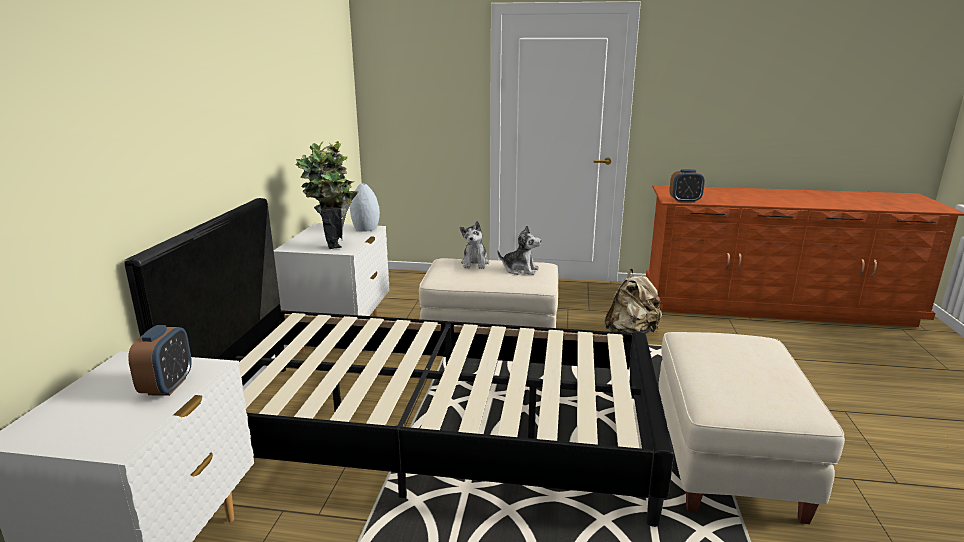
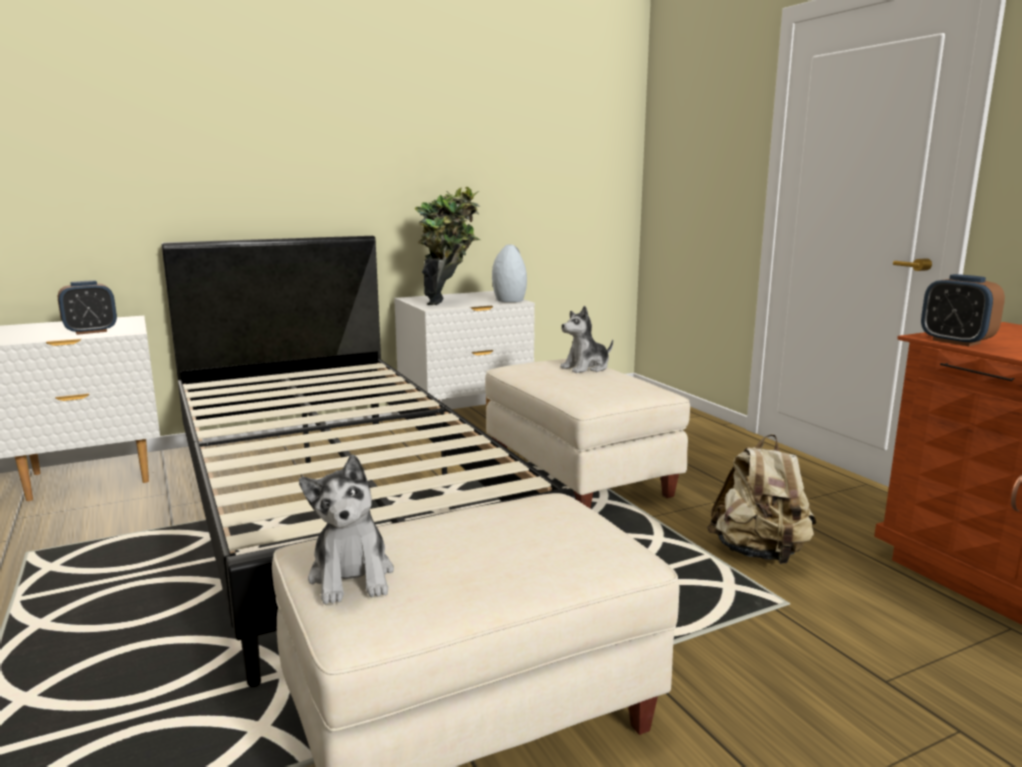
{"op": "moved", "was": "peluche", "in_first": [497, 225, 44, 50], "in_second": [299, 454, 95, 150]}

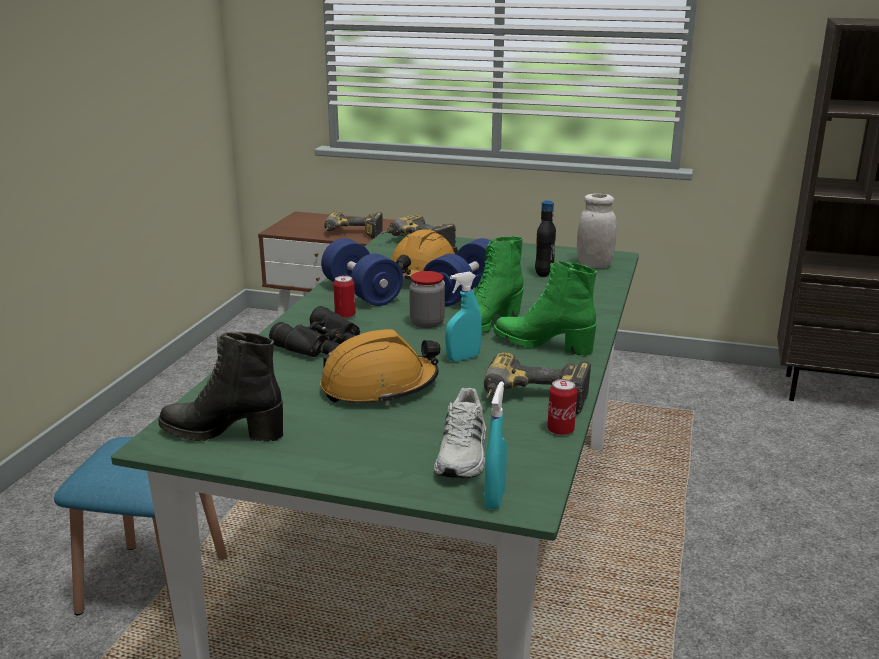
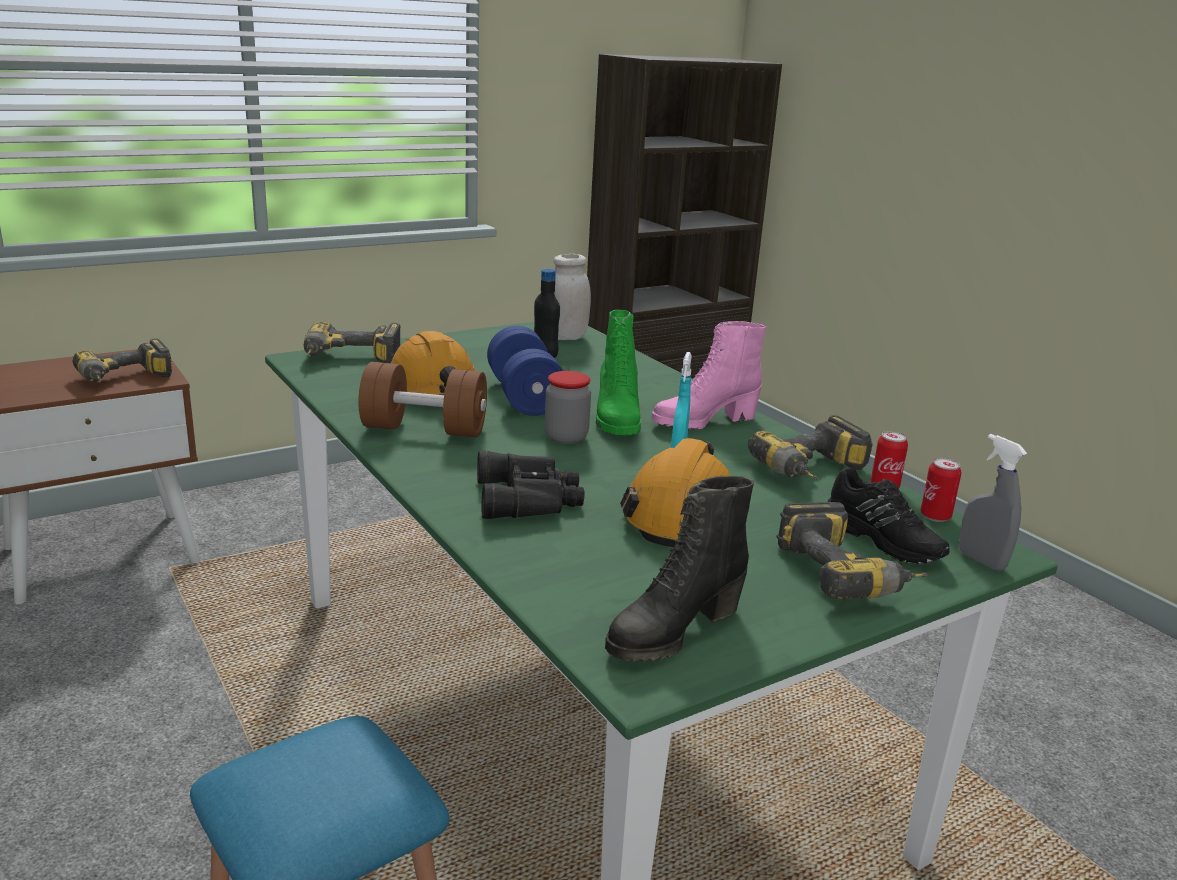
{"op": "recoloured", "was": "haltère [bleu]", "now": "haltère [marron]", "in_first": [321, 238, 82, 68], "in_second": [358, 362, 129, 76]}
{"op": "recoloured", "was": "botte [vert]", "now": "botte [rose]", "in_first": [493, 261, 104, 95], "in_second": [652, 321, 114, 109]}
{"op": "added", "now": "perceuse", "in_second": [776, 502, 153, 98]}
{"op": "recoloured", "was": "chaussure [blanc]", "now": "chaussure [noir]", "in_first": [434, 388, 52, 90], "in_second": [827, 467, 123, 98]}
{"op": "moved", "was": "boîte métallique", "in_first": [333, 275, 23, 44], "in_second": [920, 458, 41, 64]}
{"op": "recoloured", "was": "vaporisateur [turquoise]", "now": "vaporisateur [gris]", "in_first": [484, 381, 23, 129], "in_second": [959, 434, 68, 137]}

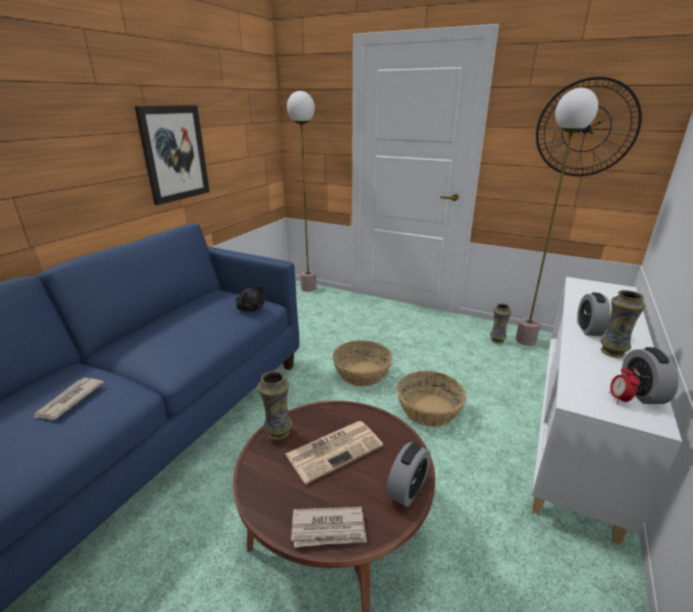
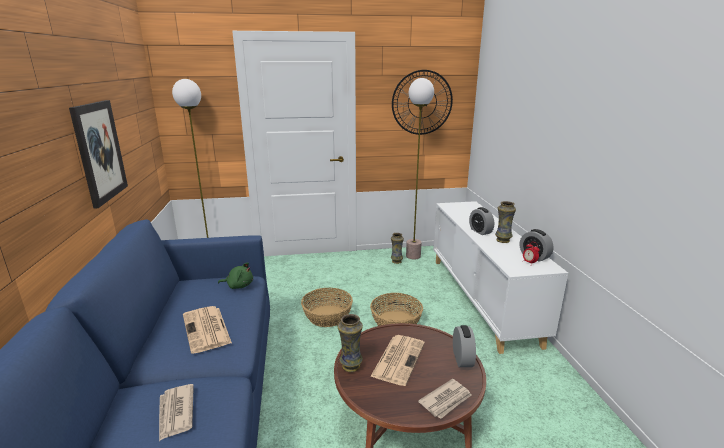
{"op": "added", "now": "journal", "in_second": [183, 306, 49, 48]}
{"op": "recoloured", "was": "peluche [noir]", "now": "peluche [vert]", "in_first": [236, 287, 29, 24], "in_second": [218, 262, 35, 27]}

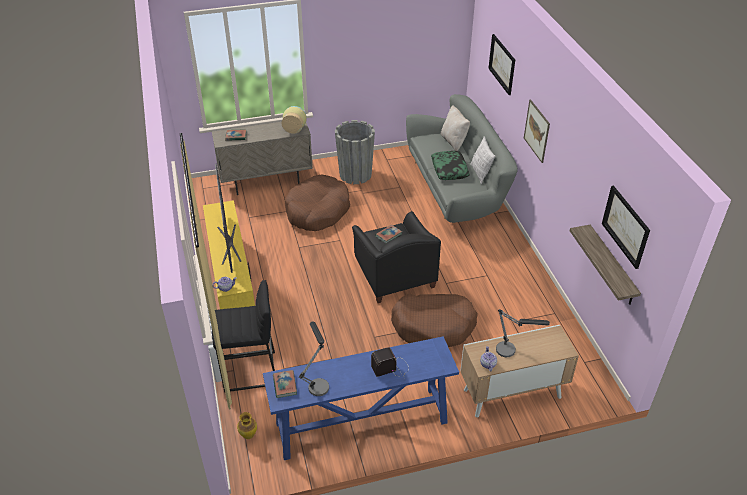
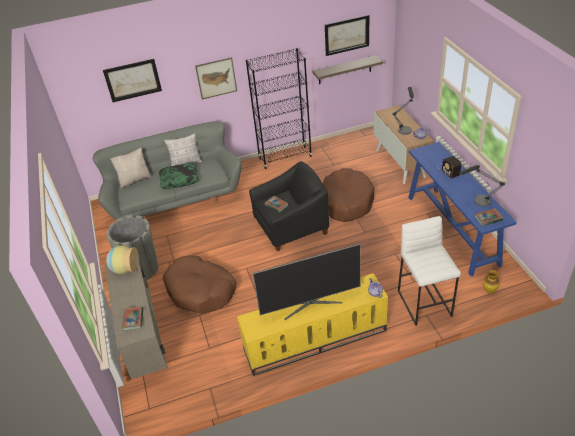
{"op": "added", "now": "bibliothèque [noir]", "in_second": [246, 48, 66, 121]}
{"op": "recoloured", "was": "tabouret [noir]", "now": "tabouret [blanc]", "in_first": [212, 280, 63, 112], "in_second": [398, 216, 63, 110]}

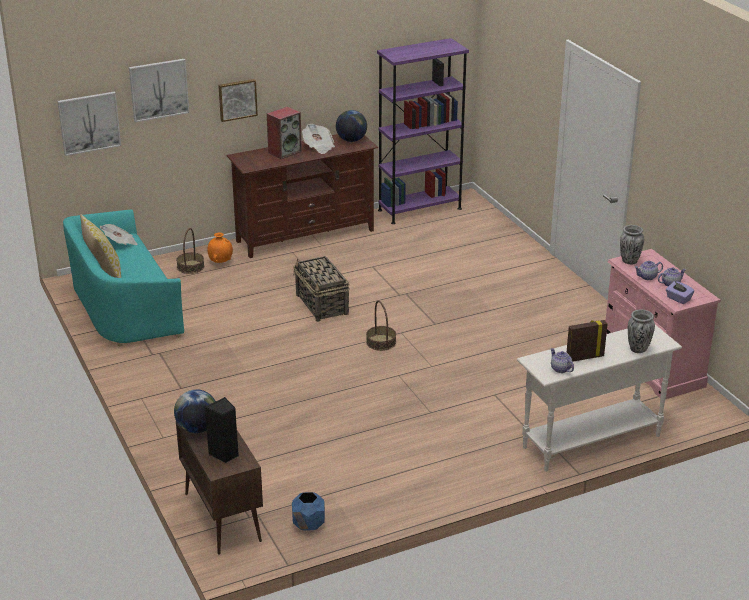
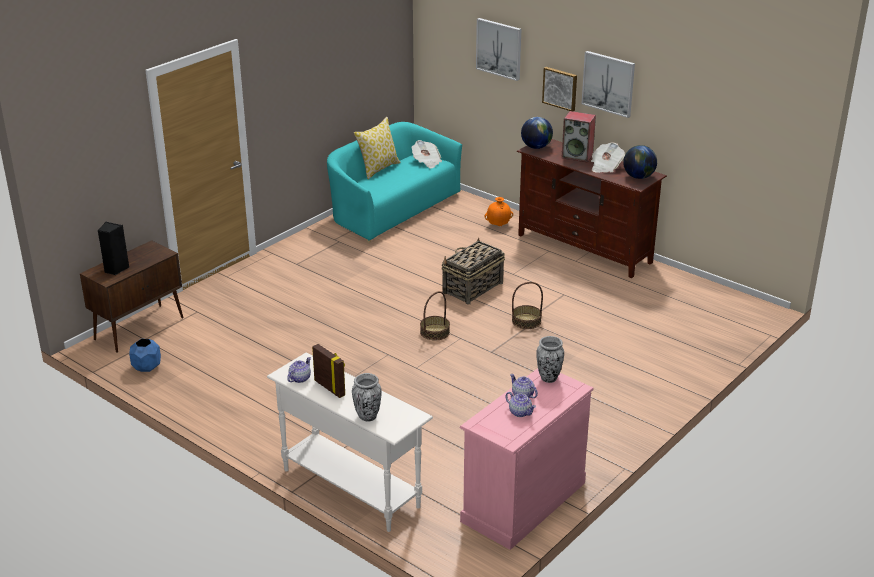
{"op": "moved", "was": "panier", "in_first": [176, 228, 28, 46], "in_second": [512, 282, 31, 47]}
{"op": "moved", "was": "globe", "in_first": [174, 389, 42, 44], "in_second": [521, 117, 32, 32]}
{"op": "moved", "was": "tableau", "in_first": [57, 92, 64, 64], "in_second": [581, 51, 54, 67]}
{"op": "removed", "was": "bibliothèque [violet]", "in_first": [377, 38, 92, 186]}
{"op": "removed", "was": "boîte à mouchoirs [violet]", "in_first": [666, 281, 28, 23]}

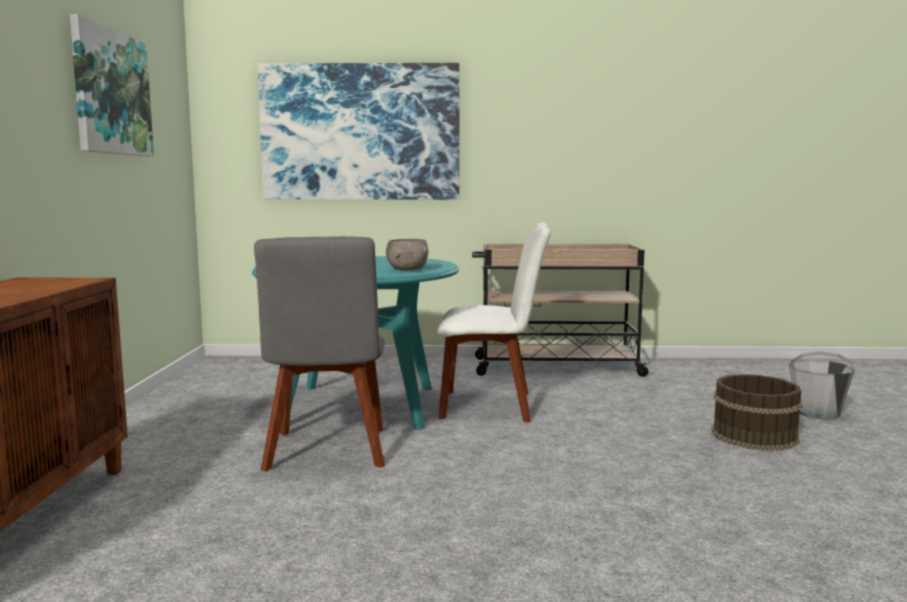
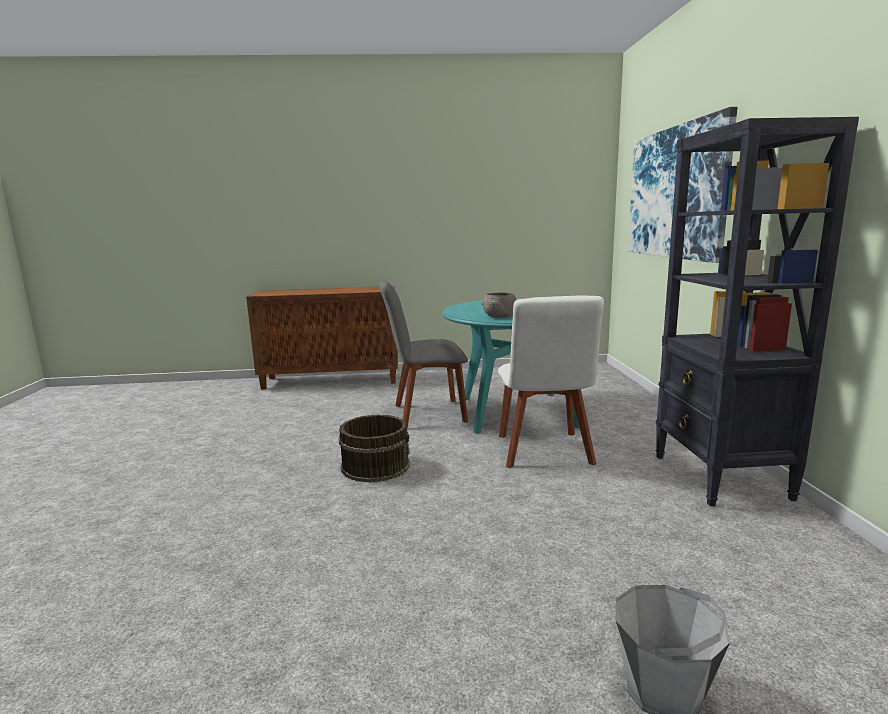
{"op": "moved", "was": "seau [marron]", "in_first": [712, 374, 91, 77], "in_second": [338, 414, 72, 69]}
{"op": "replaced", "was": "chariot [beige]", "now": "bibliothèque [noir]", "in_first": [472, 244, 178, 133], "in_second": [655, 117, 204, 389]}
{"op": "removed", "was": "tableau", "in_first": [70, 14, 84, 142]}

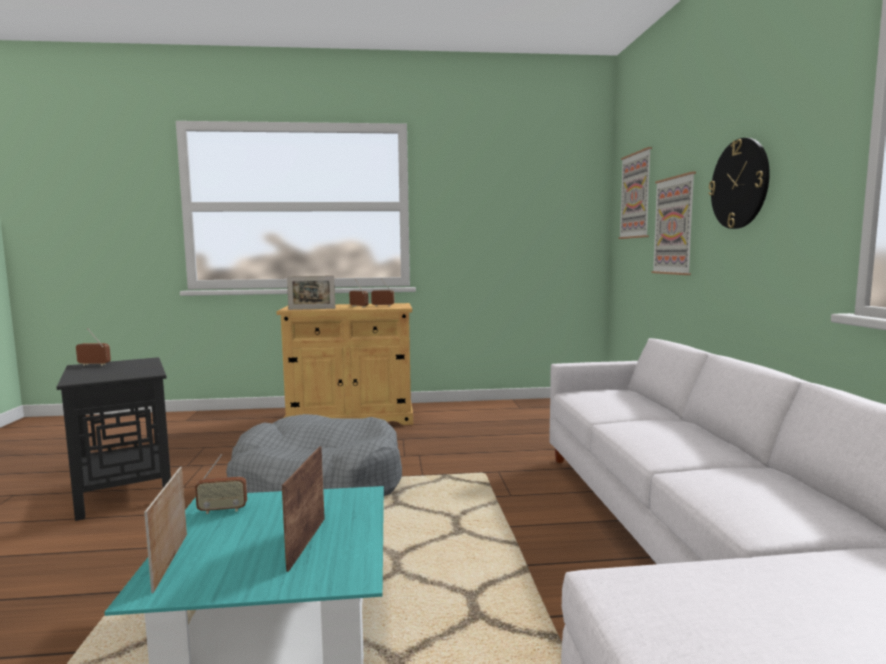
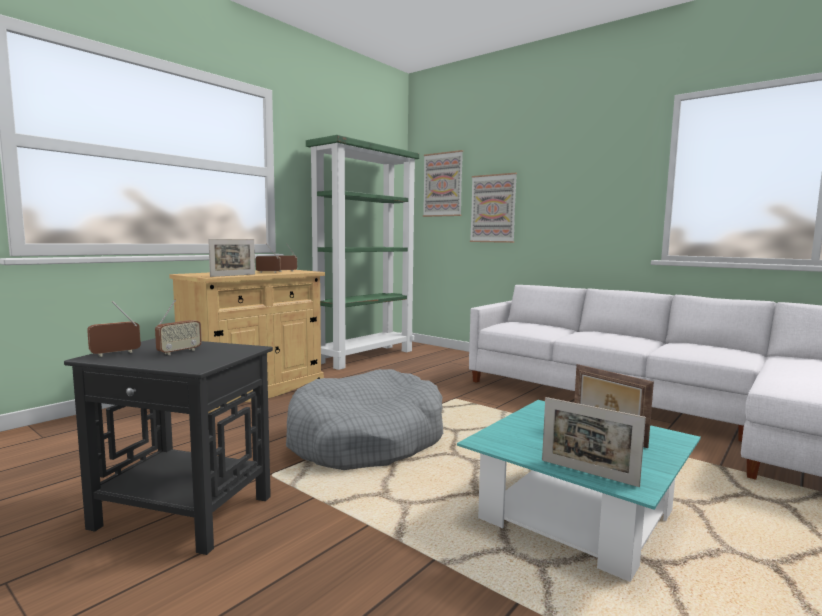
{"op": "moved", "was": "radio", "in_first": [195, 454, 52, 60], "in_second": [155, 300, 47, 55]}
{"op": "added", "now": "bibliothèque [vert]", "in_second": [306, 135, 113, 235]}
{"op": "removed", "was": "horloge murale", "in_first": [709, 138, 61, 91]}

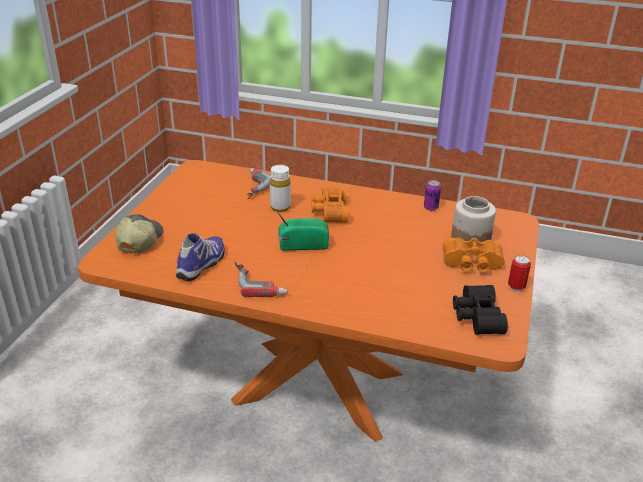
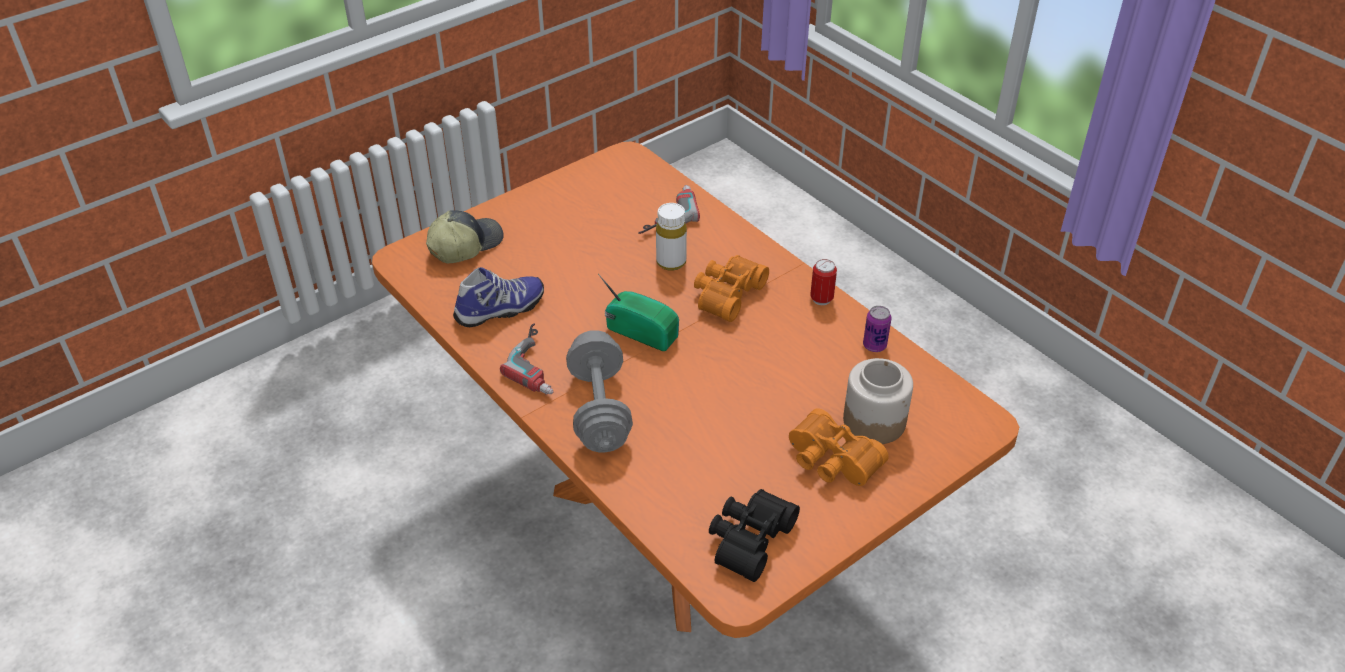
{"op": "added", "now": "haltère [gris]", "in_second": [566, 330, 67, 122]}
{"op": "moved", "was": "boîte métallique", "in_first": [508, 255, 23, 36], "in_second": [810, 259, 27, 46]}

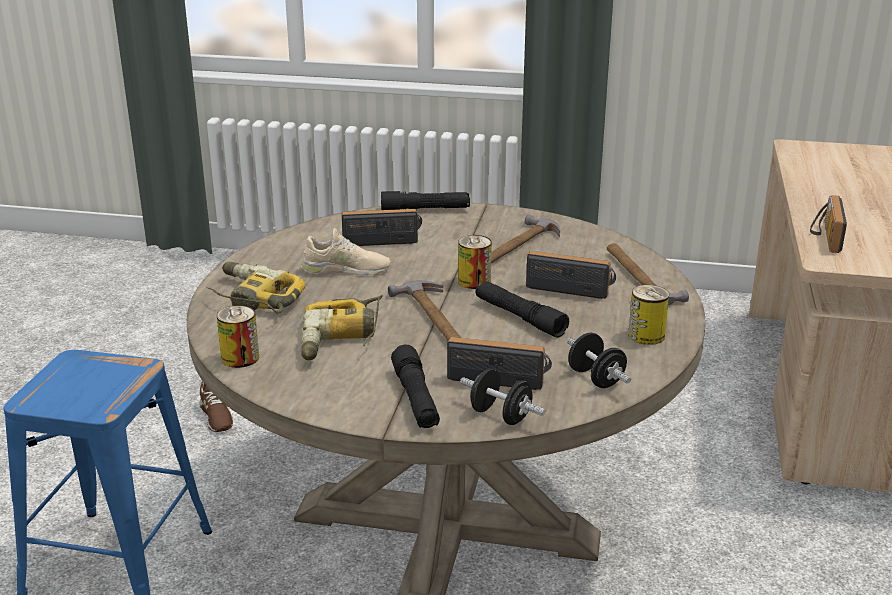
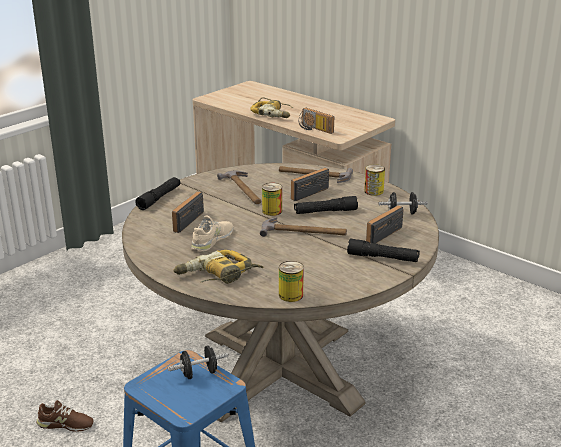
{"op": "moved", "was": "haltère [noir]", "in_first": [460, 368, 86, 57], "in_second": [168, 345, 60, 34]}
{"op": "moved", "was": "perceuse", "in_first": [301, 295, 82, 65], "in_second": [250, 97, 43, 21]}

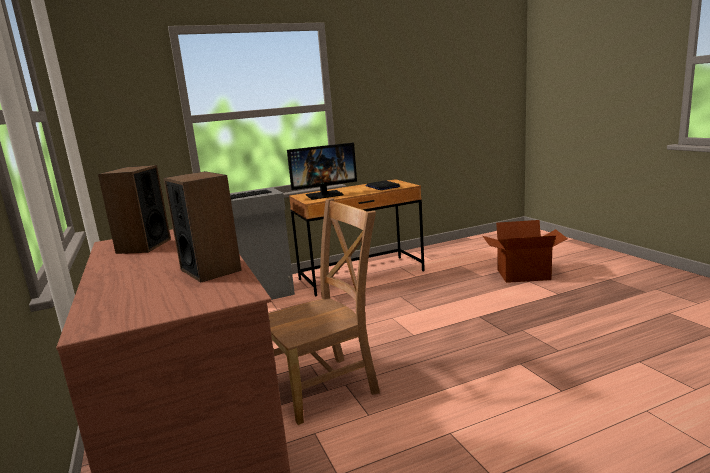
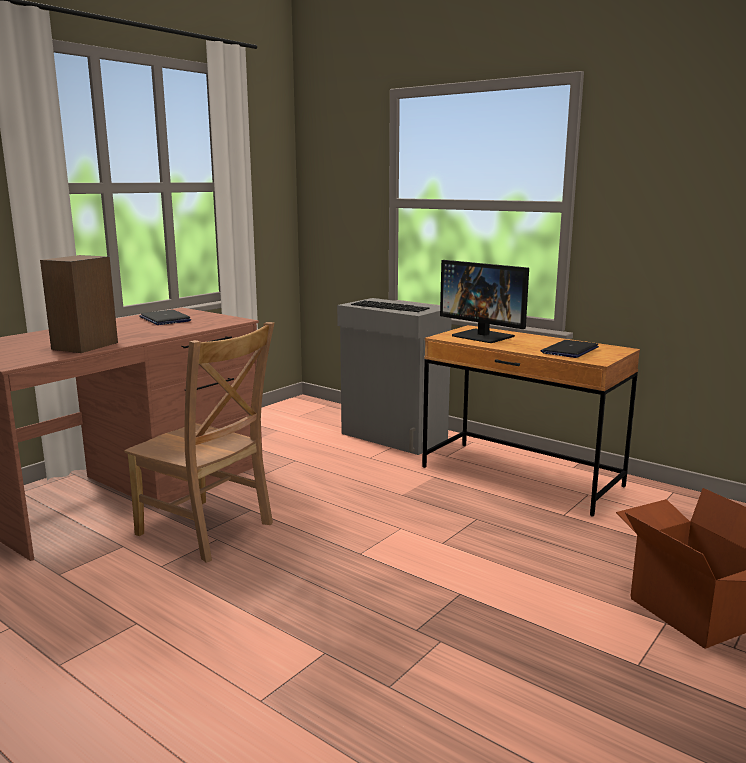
{"op": "replaced", "was": "enceinte", "now": "ordinateur portable", "in_first": [98, 165, 73, 89], "in_second": [139, 310, 52, 15]}

